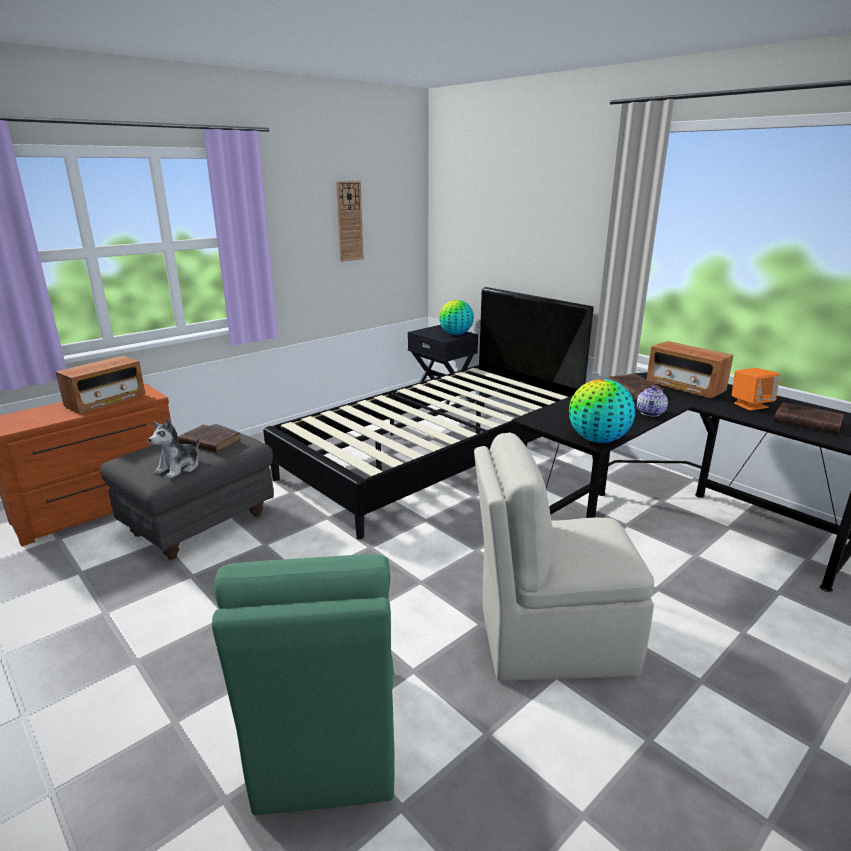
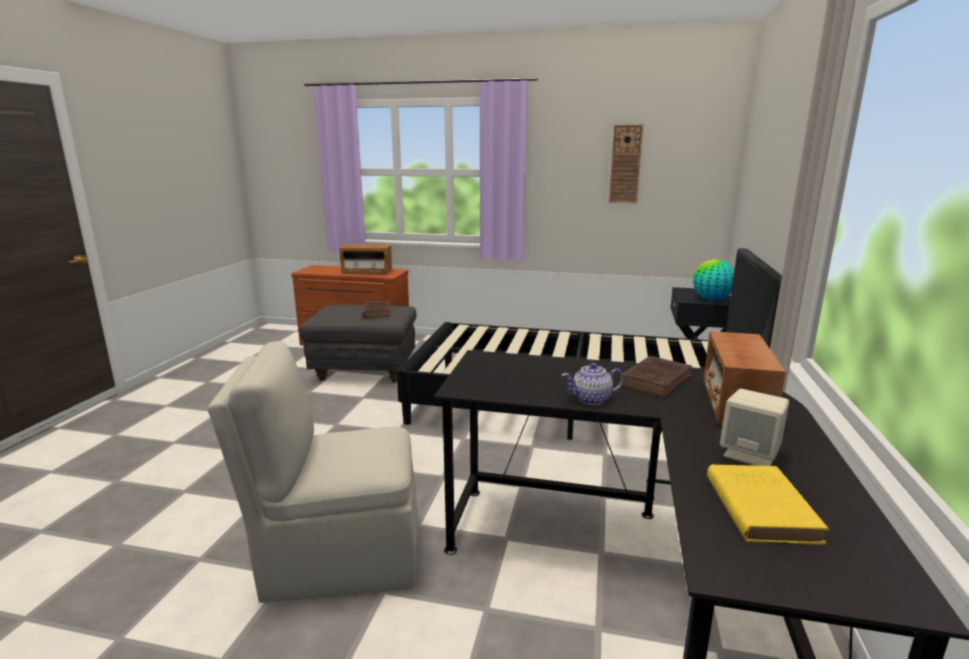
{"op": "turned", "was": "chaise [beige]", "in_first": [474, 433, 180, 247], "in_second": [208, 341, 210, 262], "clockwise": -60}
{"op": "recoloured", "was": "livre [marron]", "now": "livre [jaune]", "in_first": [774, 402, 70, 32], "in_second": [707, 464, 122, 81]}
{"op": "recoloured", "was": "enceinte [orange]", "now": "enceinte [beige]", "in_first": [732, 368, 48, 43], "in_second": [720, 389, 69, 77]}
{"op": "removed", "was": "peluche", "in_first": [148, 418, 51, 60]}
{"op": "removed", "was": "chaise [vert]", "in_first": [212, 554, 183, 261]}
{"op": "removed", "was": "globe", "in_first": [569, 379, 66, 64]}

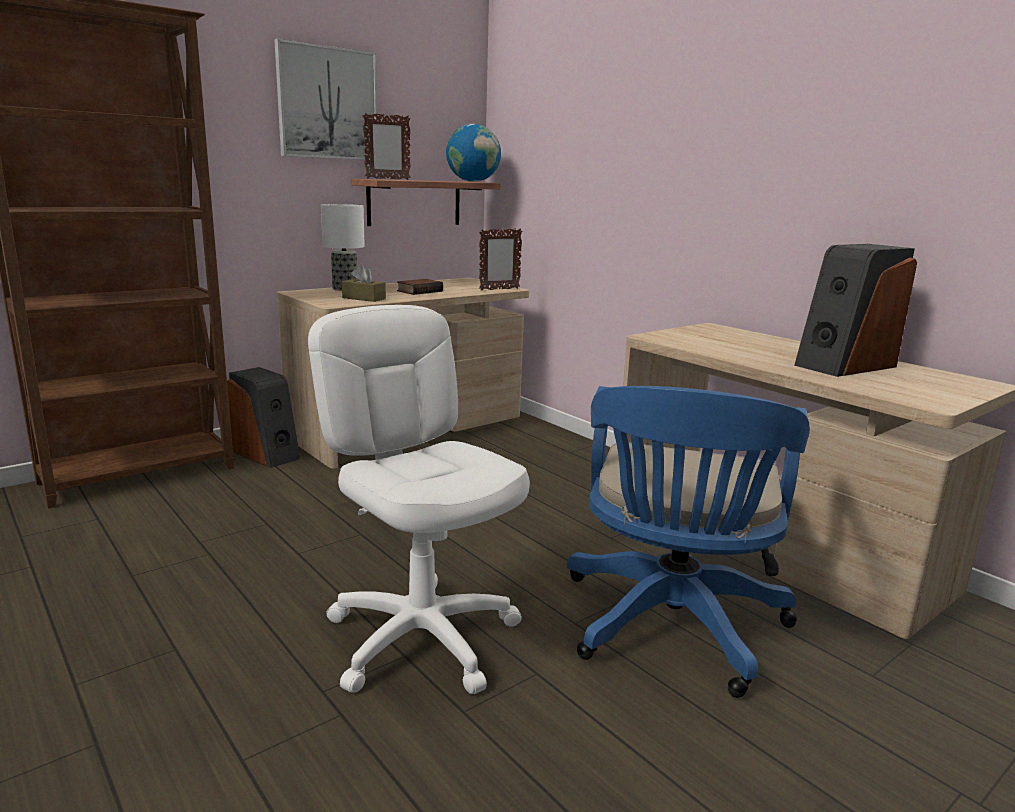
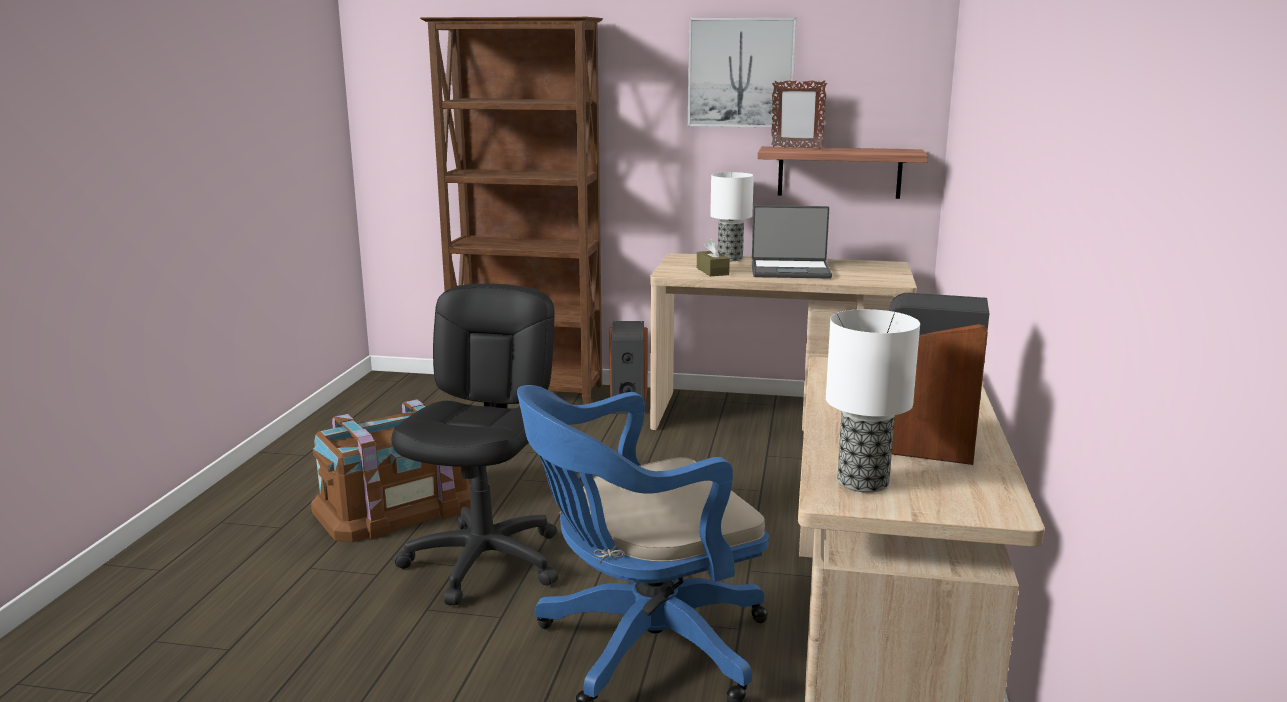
{"op": "added", "now": "boîte de rangement [marron]", "in_second": [311, 399, 161, 143]}
{"op": "recoloured", "was": "chaise de bureau [blanc]", "now": "chaise de bureau [noir]", "in_first": [308, 305, 222, 389], "in_second": [391, 284, 167, 321]}
{"op": "replaced", "was": "livre", "now": "ordinateur portable", "in_first": [397, 279, 46, 16], "in_second": [752, 205, 80, 74]}
{"op": "added", "now": "lampe de table", "in_second": [826, 309, 94, 184]}
{"op": "removed", "was": "globe", "in_first": [446, 124, 55, 58]}
{"op": "removed", "was": "cadre photo", "in_first": [479, 228, 43, 63]}

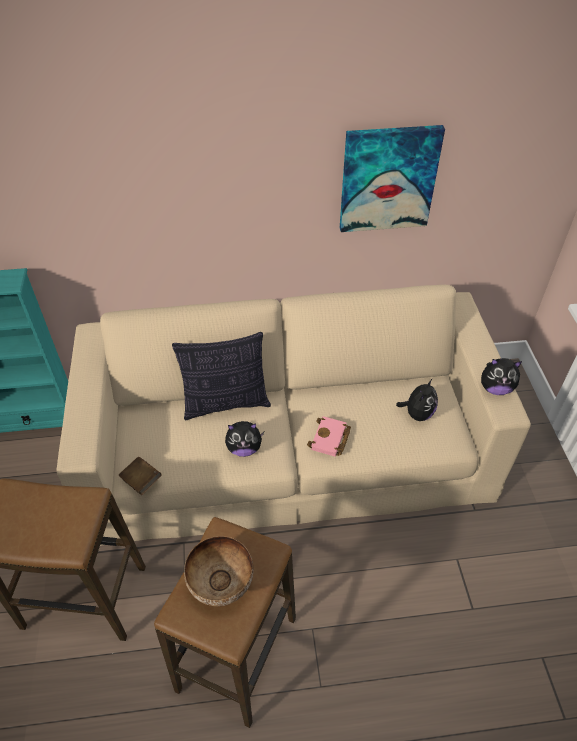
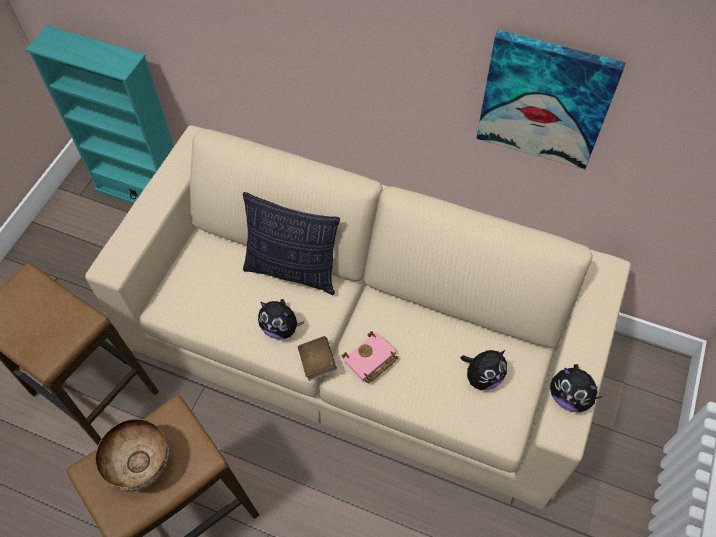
{"op": "moved", "was": "livre [marron]", "in_first": [119, 457, 43, 38], "in_second": [298, 336, 39, 45]}

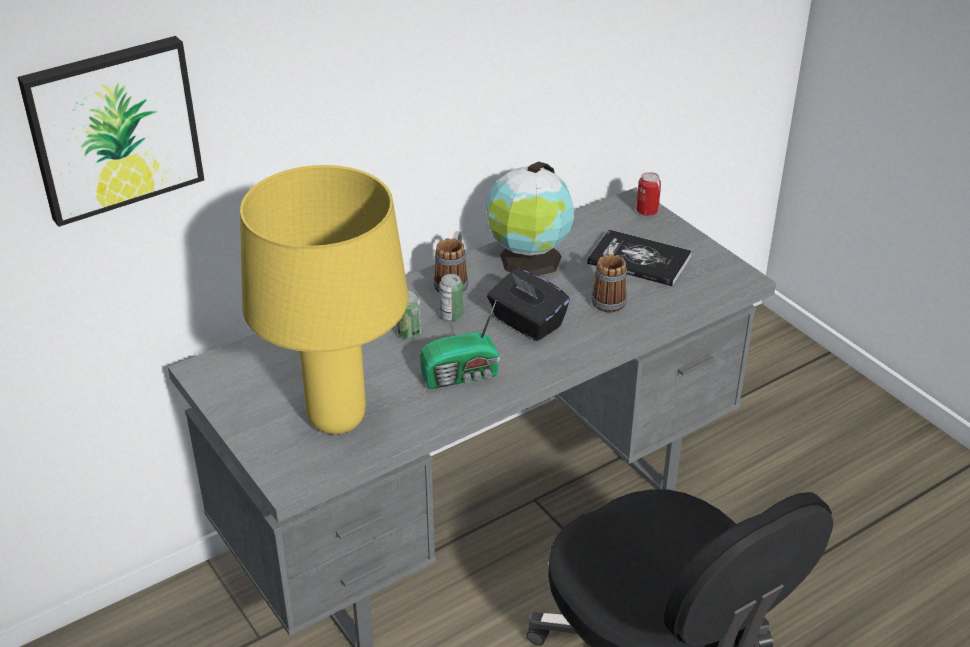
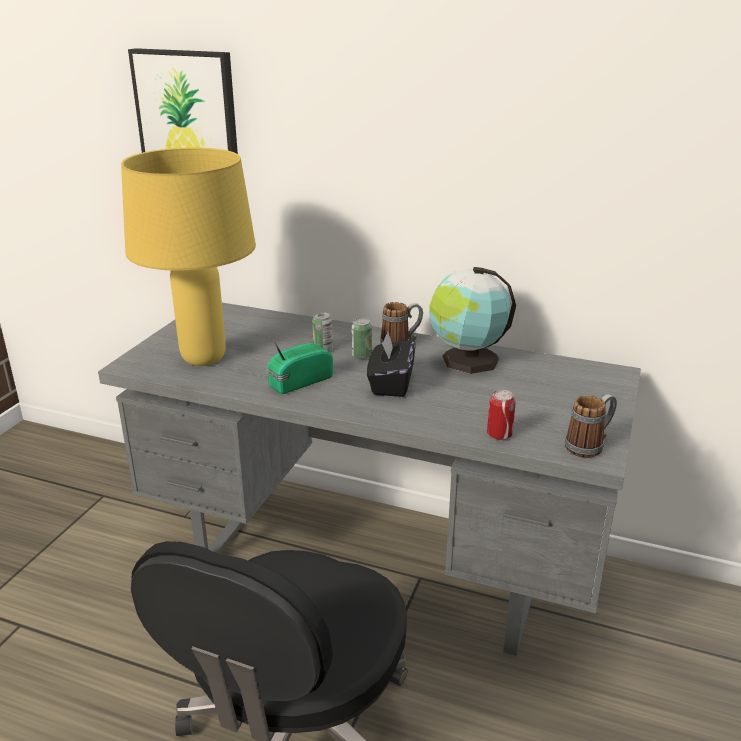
{"op": "turned", "was": "radio", "in_first": [420, 301, 80, 88], "in_second": [266, 338, 67, 56], "clockwise": 105}
{"op": "moved", "was": "boîte métallique", "in_first": [636, 172, 25, 44], "in_second": [487, 390, 29, 50]}
{"op": "moved", "was": "mug", "in_first": [591, 247, 36, 65], "in_second": [565, 394, 52, 64]}
{"op": "removed", "was": "livre", "in_first": [587, 230, 105, 57]}

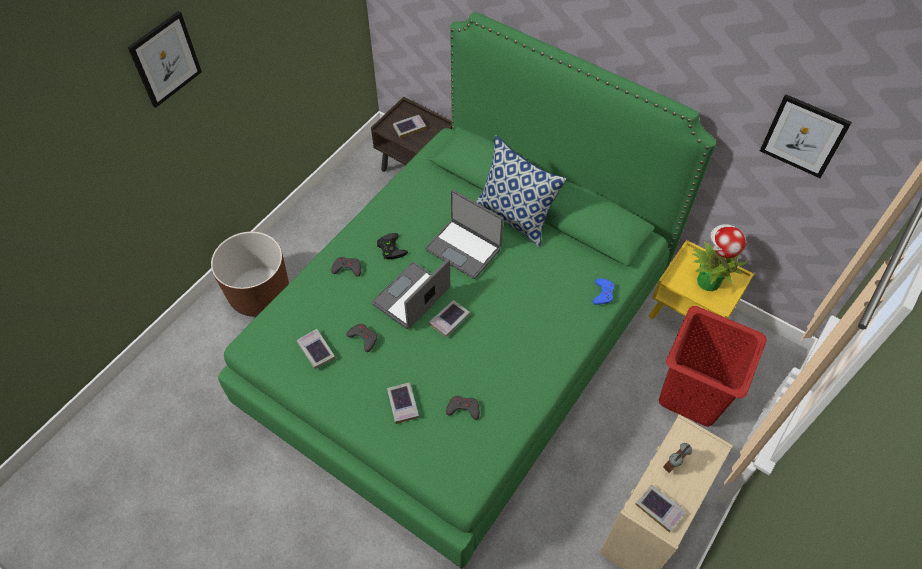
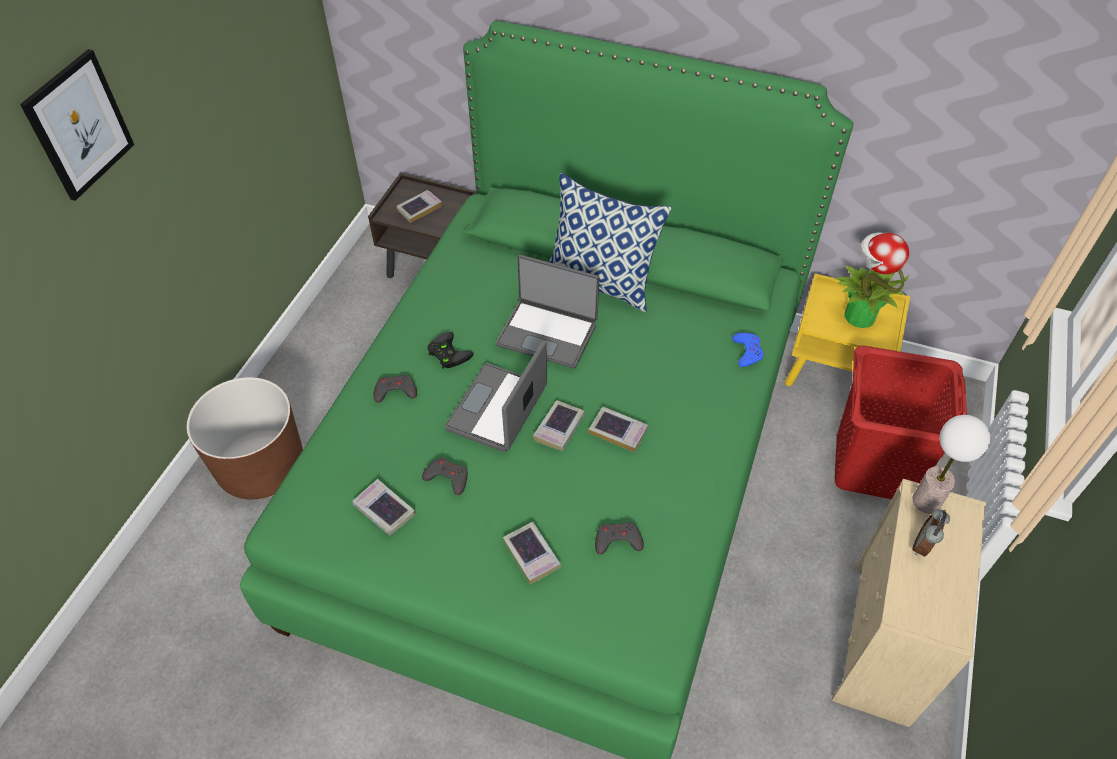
{"op": "moved", "was": "livre", "in_first": [635, 484, 51, 49], "in_second": [589, 407, 59, 45]}
{"op": "added", "now": "lampe de table", "in_second": [913, 415, 77, 98]}
{"op": "removed", "was": "tableau", "in_first": [760, 94, 92, 84]}

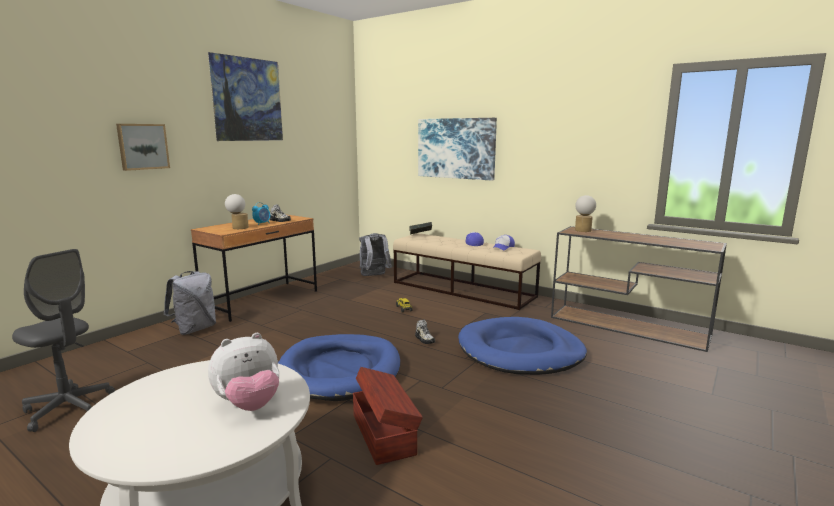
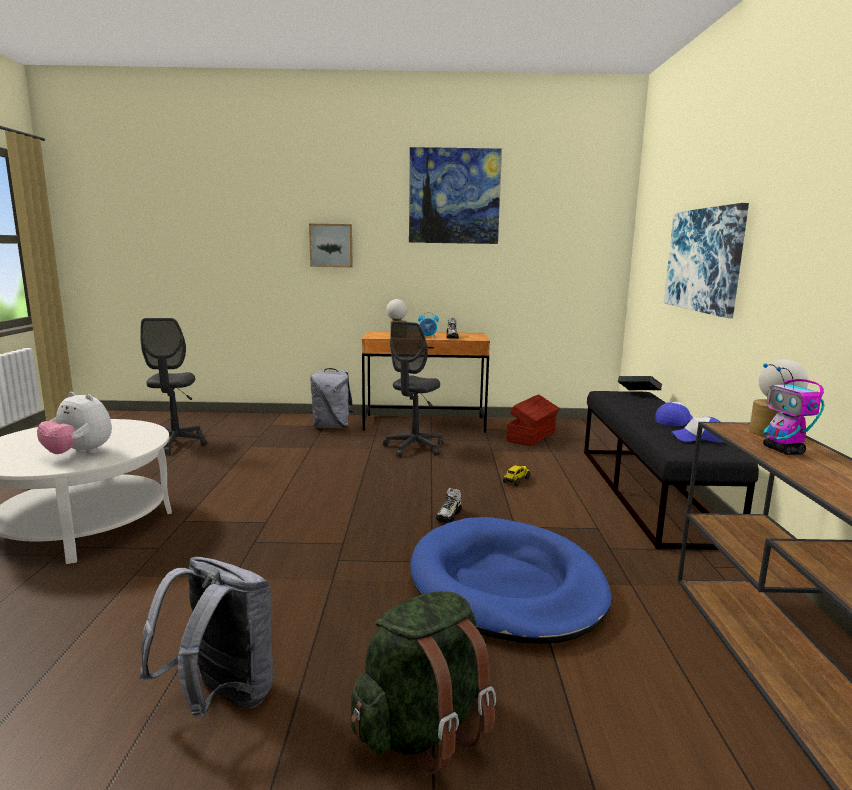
{"op": "moved", "was": "sac à dos [gris]", "in_first": [359, 233, 33, 43], "in_second": [139, 557, 134, 161]}
{"op": "added", "now": "sac à dos [vert]", "in_second": [350, 591, 146, 183]}
{"op": "added", "now": "chaise de bureau [gris]", "in_second": [383, 321, 60, 136]}
{"op": "moved", "was": "boîte de rangement [marron]", "in_first": [353, 367, 70, 98], "in_second": [506, 394, 54, 52]}
{"op": "recoloured", "was": "banc [beige]", "now": "banc [noir]", "in_first": [393, 233, 148, 77], "in_second": [584, 391, 175, 159]}
{"op": "added", "now": "robot jouet", "in_second": [763, 364, 62, 91]}
{"op": "removed", "was": "panier pour chien [bleu]", "in_first": [278, 334, 122, 67]}

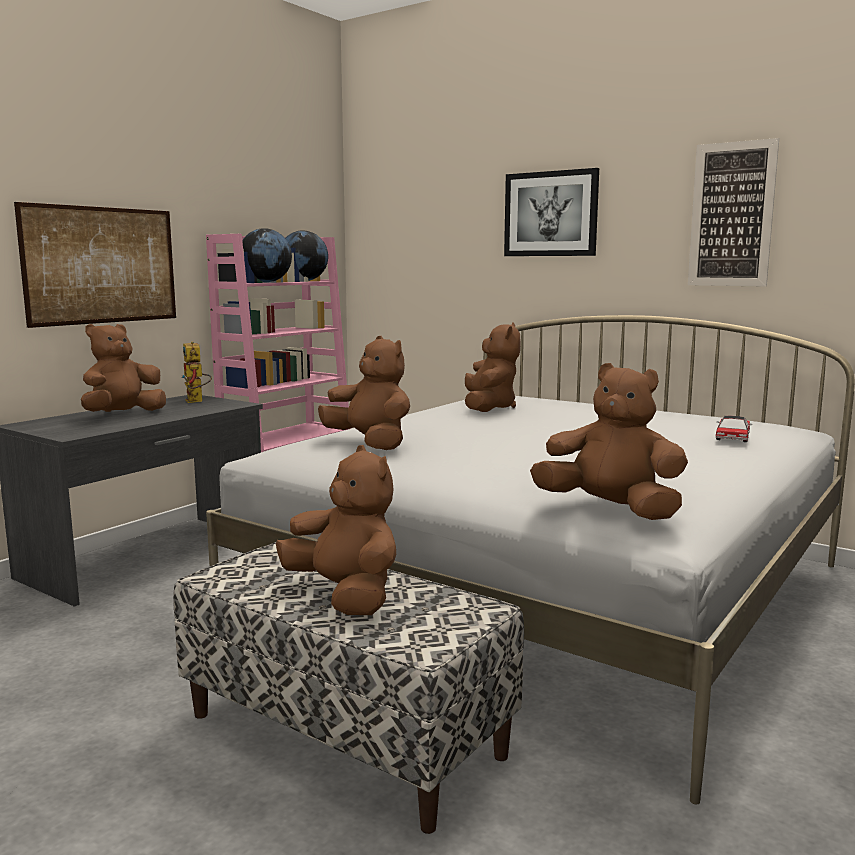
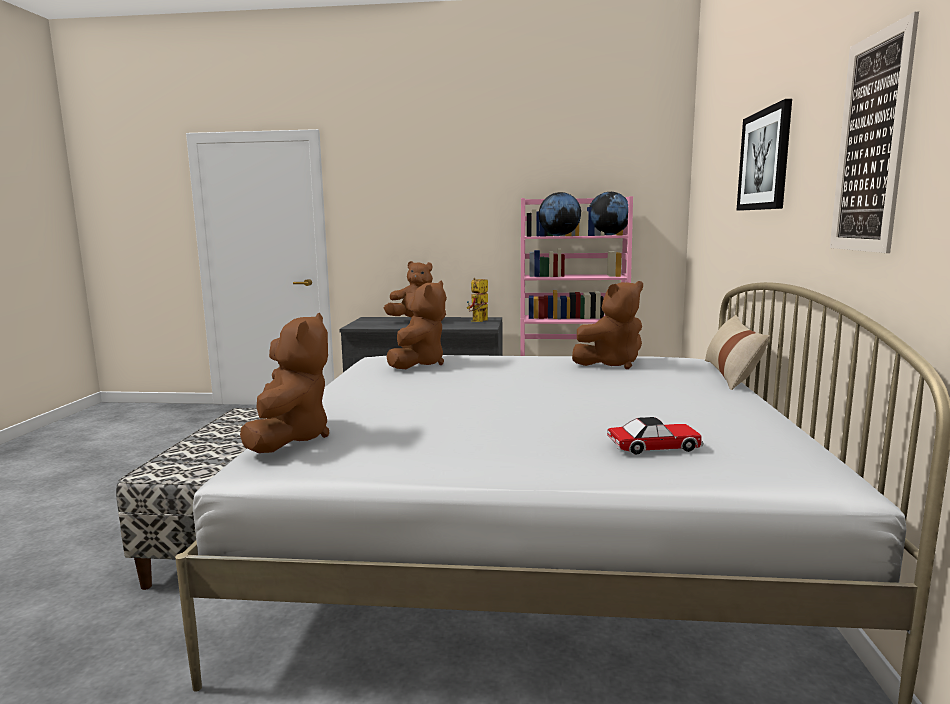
{"op": "added", "now": "coussin [beige]", "in_second": [705, 315, 65, 75]}
{"op": "removed", "was": "tableau", "in_first": [14, 202, 162, 126]}
{"op": "removed", "was": "peluche [marron]", "in_first": [276, 445, 120, 170]}

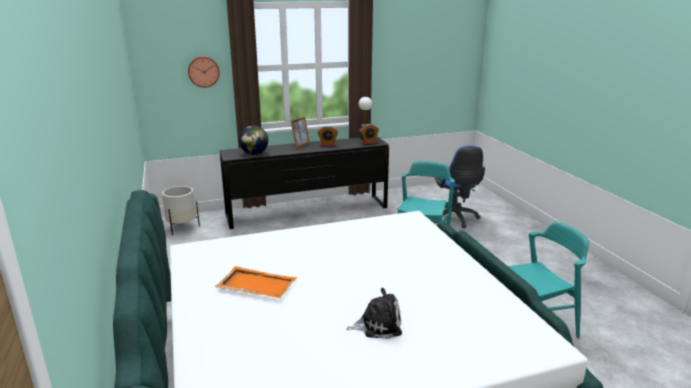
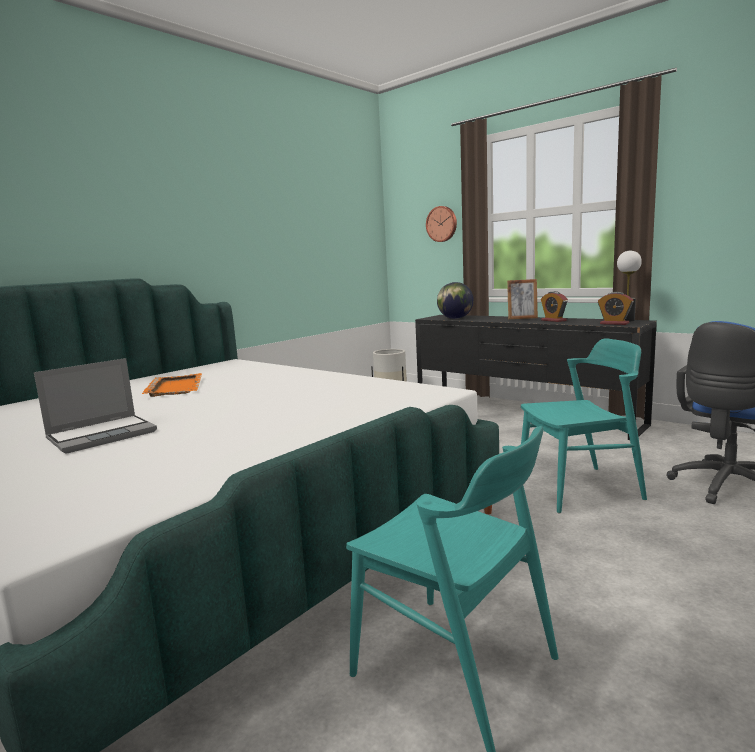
{"op": "replaced", "was": "peluche", "now": "ordinateur portable", "in_first": [346, 288, 56, 51], "in_second": [34, 358, 123, 96]}

